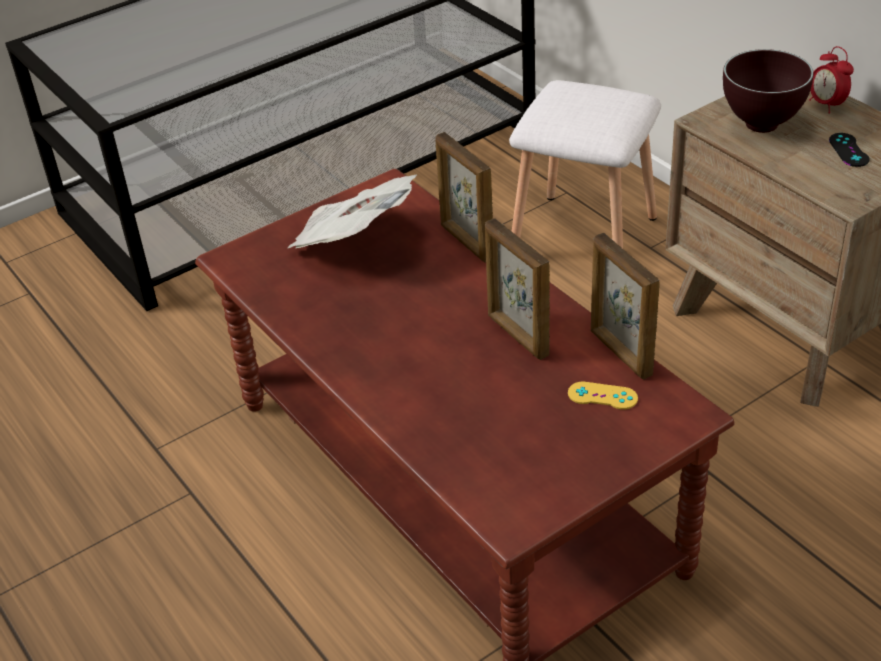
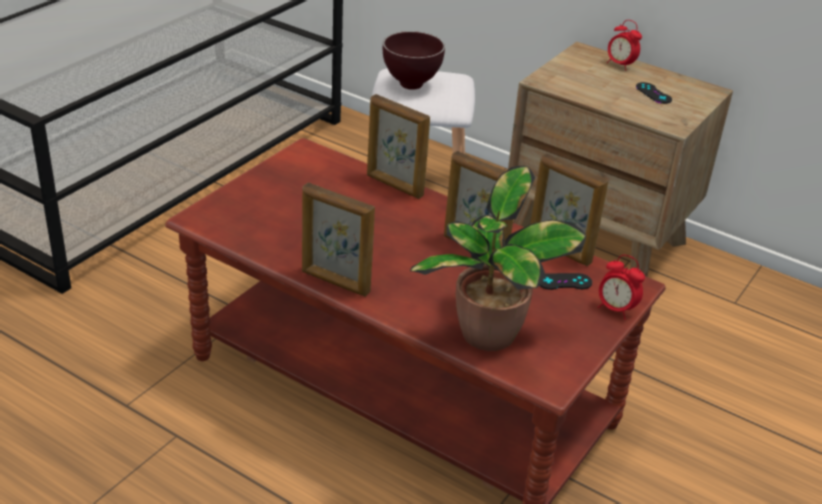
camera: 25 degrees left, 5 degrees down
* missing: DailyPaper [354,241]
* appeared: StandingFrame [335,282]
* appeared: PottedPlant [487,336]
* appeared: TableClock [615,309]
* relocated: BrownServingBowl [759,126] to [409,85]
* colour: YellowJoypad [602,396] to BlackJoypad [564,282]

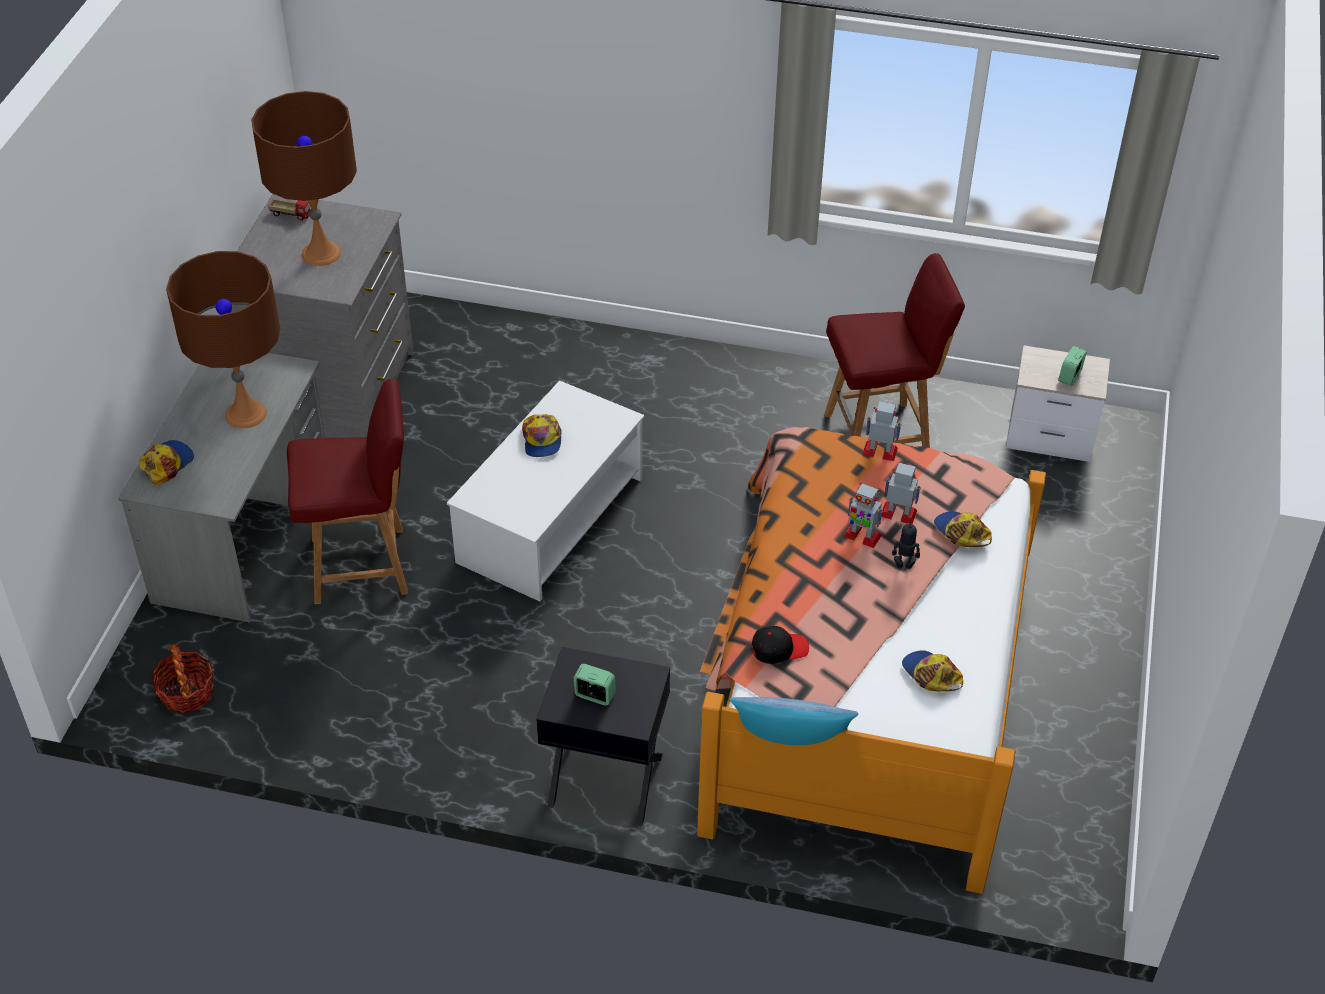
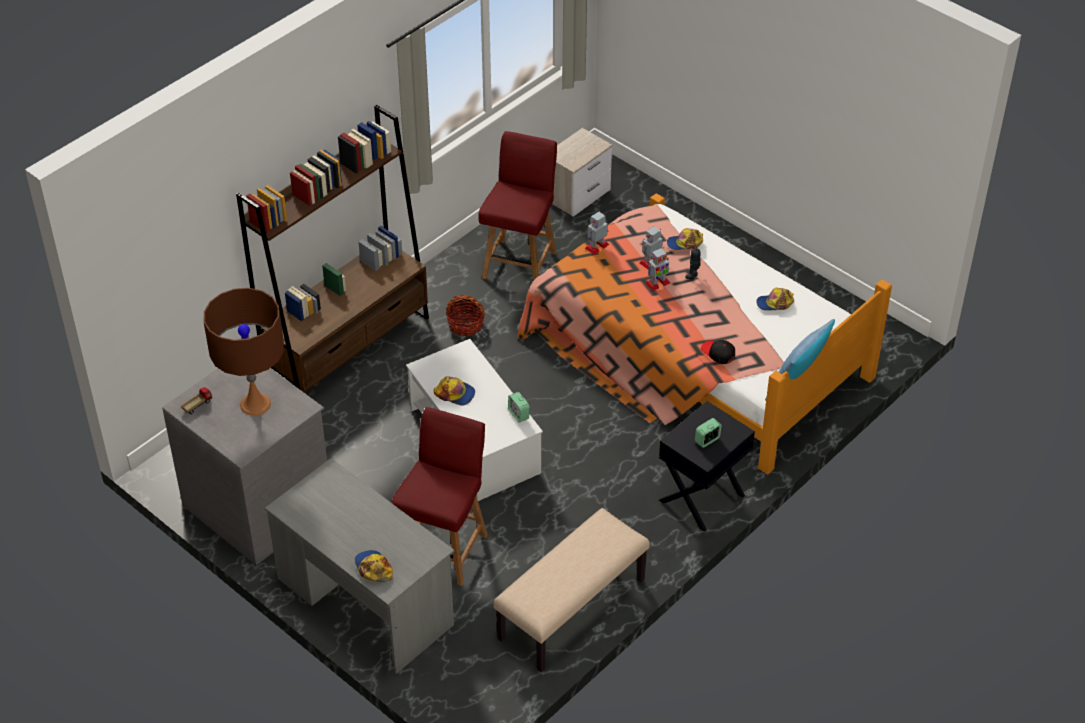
camera: 60 degrees left, 0 degrees up
* missing: BrownLampForATable [245,414]
* appeared: BrownBookshelf [348,349]
* appeared: SandColouredIndoorBench [572,610]
* relocated: HouseholdBasket [187,692] to [465,325]
* relocated: TableClock [1070,376] to [518,414]
* spun: BlackCap [779,649] = [718,353] 60 degrees counterclockwise

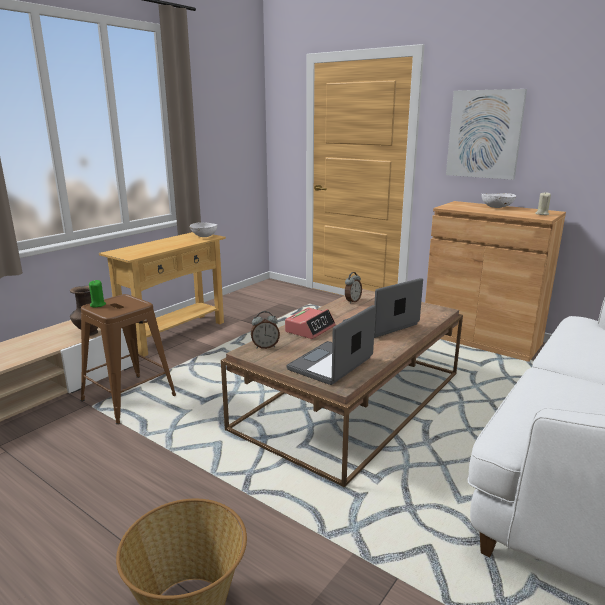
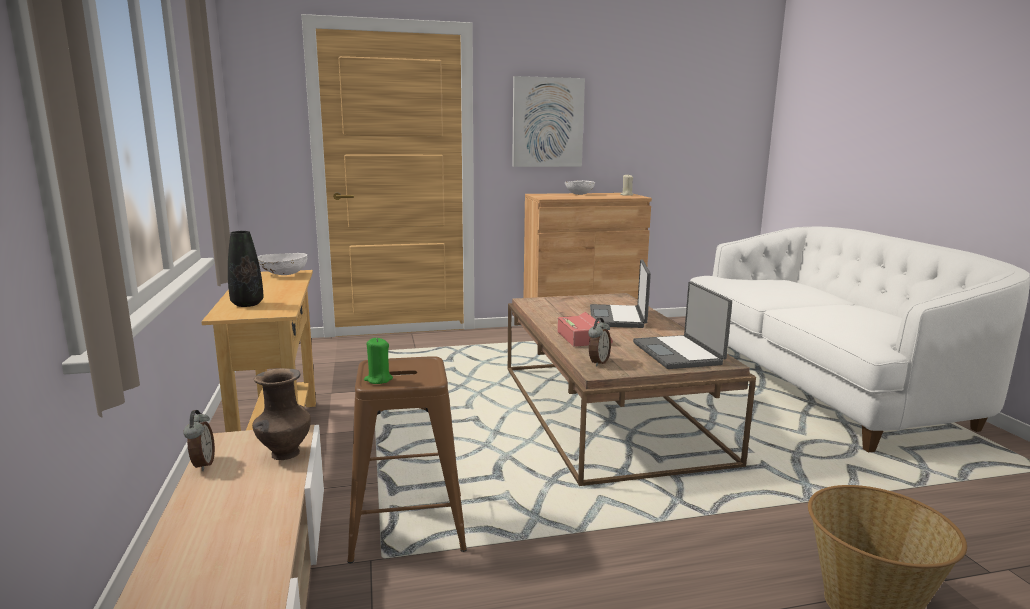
camera: 50 degrees left, 5 degrees down
* appeared: BlackDecorativeVase [247,304]
* relocated: TableClock [352,301] to [202,464]

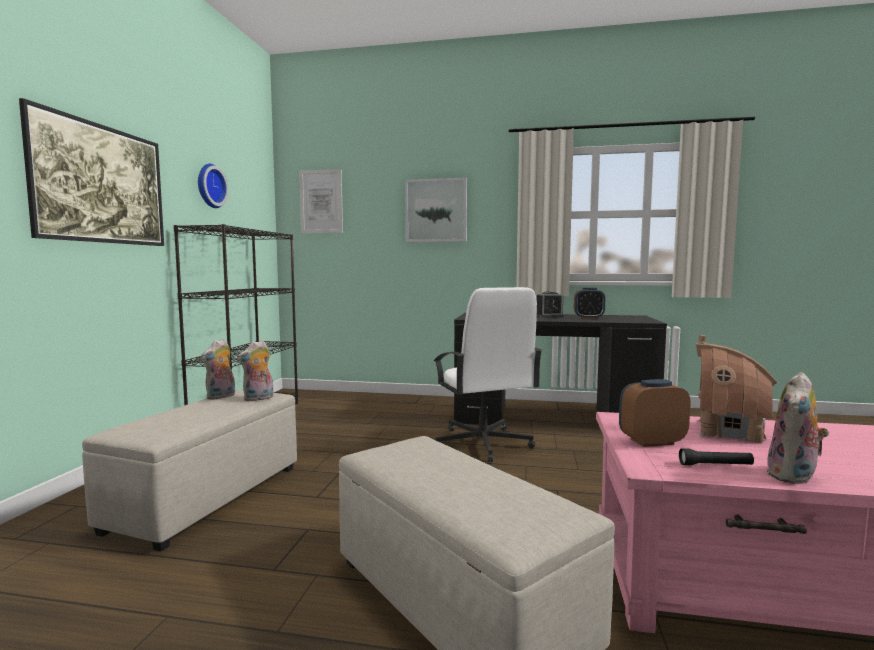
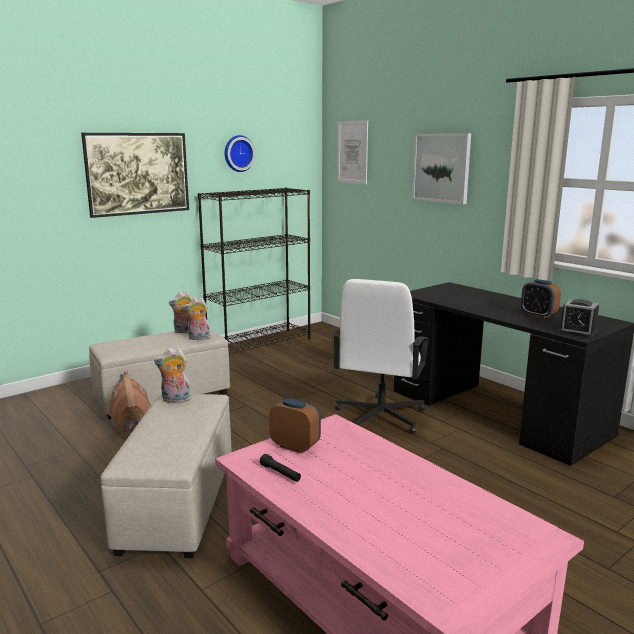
camera: 40 degrees right, 10 degrees up
* relocated: TableClock [549,316] to [577,332]
* relocated: ModelHouse [729,431] to [132,427]
* relocated: CuddlyToy [794,476] to [175,400]

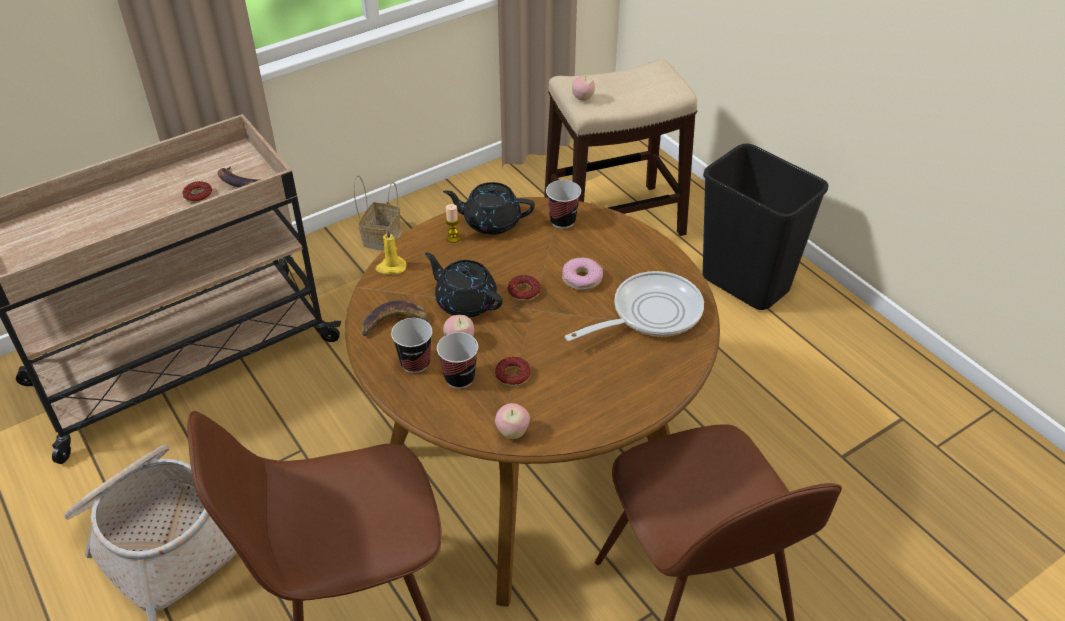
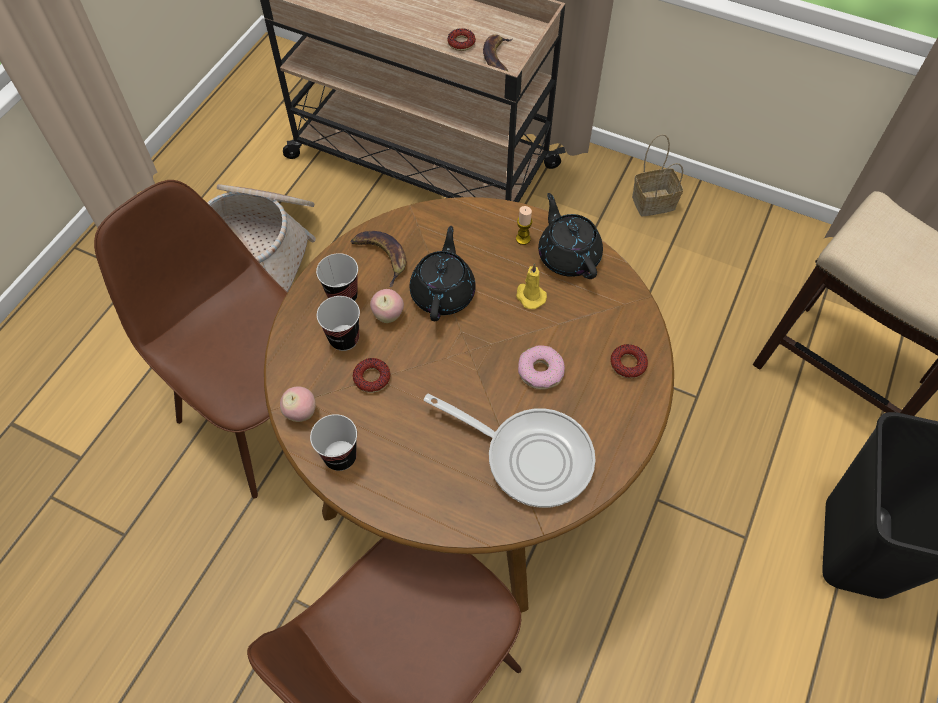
camera: 60 degrees right, 15 degrees up
* missing: WholeApple [582,98]
* relocated: YellowCandle [391,267] to [529,296]
* relocated: RingDoughnut [523,292] to [628,364]
* relocated: DrinkingCup [562,221] to [340,456]

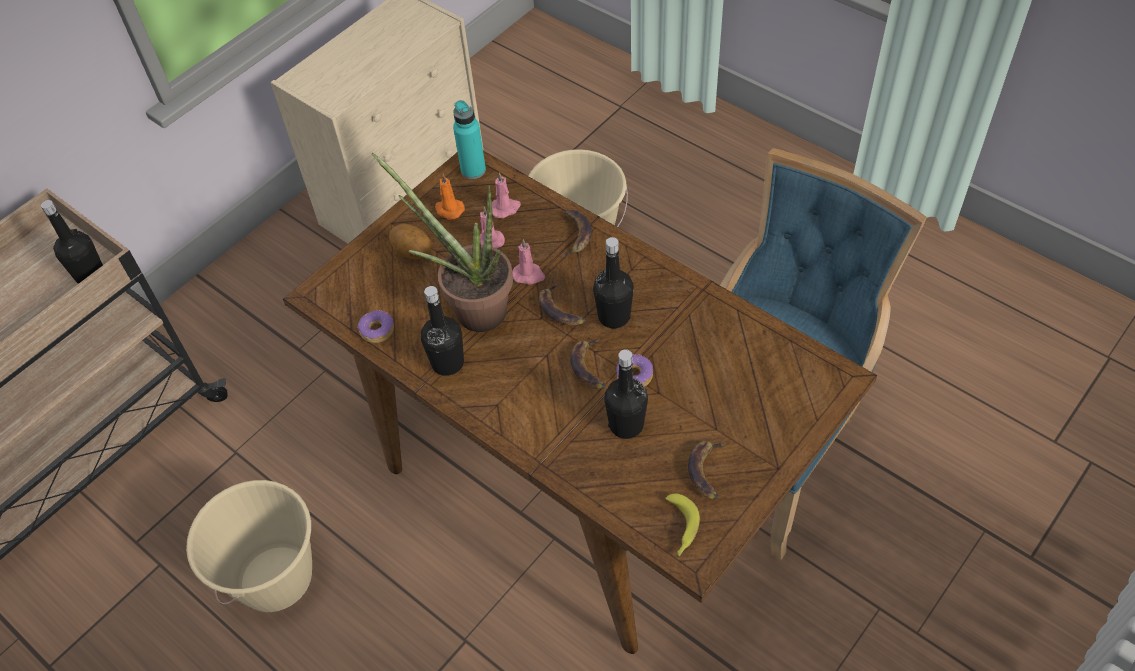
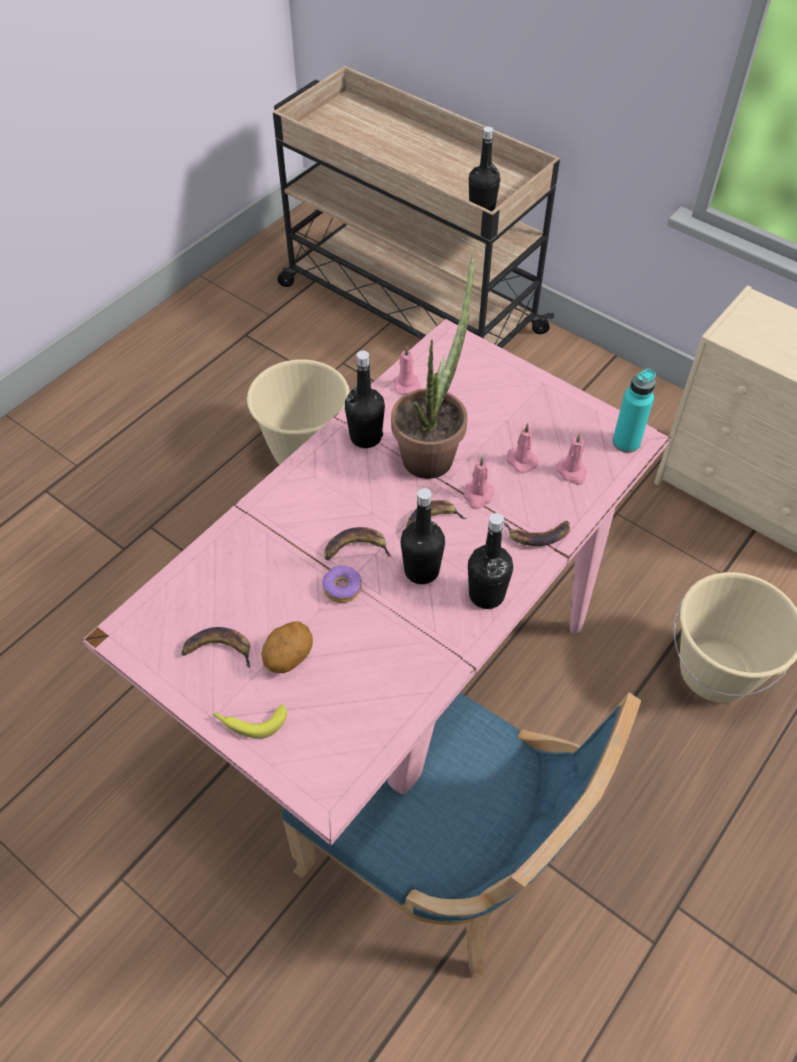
camera: 85 degrees right, 0 degrees up
* missing: OrangeyCandle [449,209]
* relocated: Spud [412,253] to [288,657]
* relocated: BlackDrinkBottle [626,425] to [486,595]
* relocated: WholeBanana [680,528] to [249,721]
* exchanged: RingDoughnut [377,330] to PinkCandle [406,384]
* colour: BrownDiningTable [579,476] to PinkDiningTable [398,676]

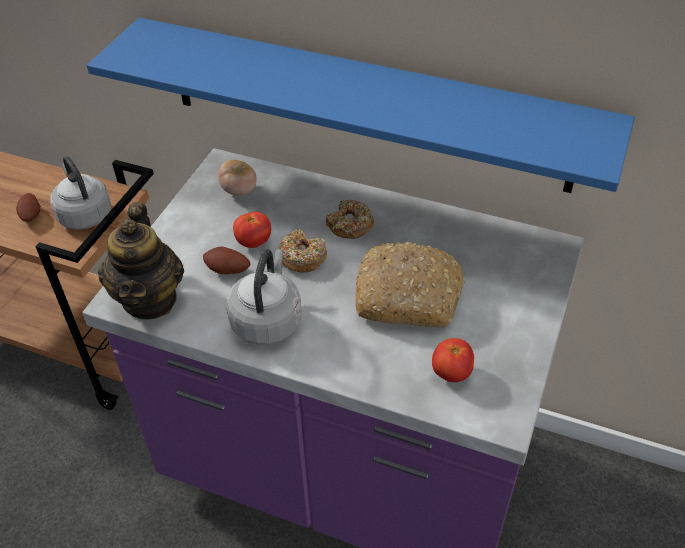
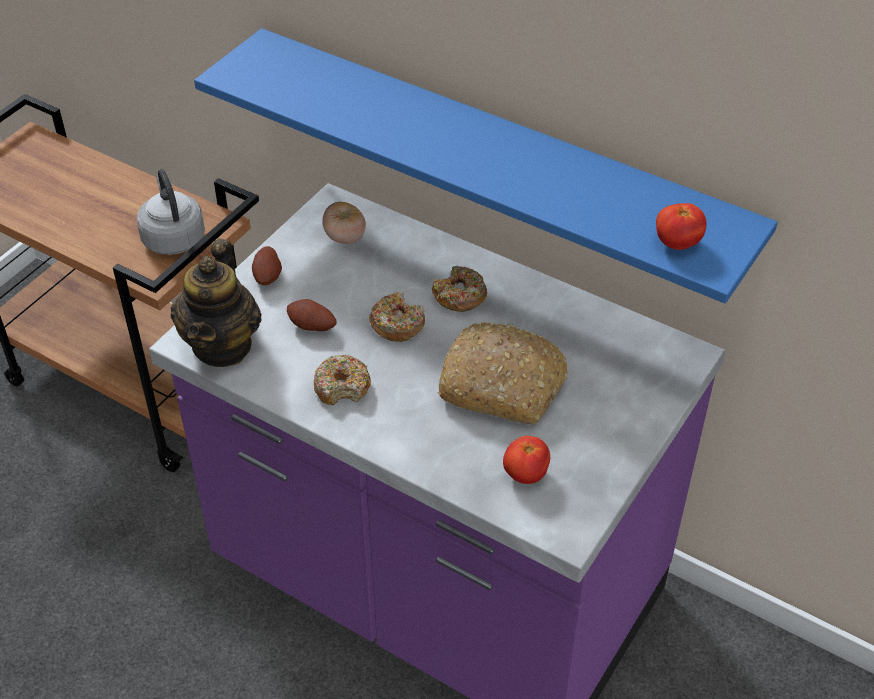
camera: 10 degrees right, 0 degrees up
* relocated: Spud [32,215] to [268,276]
* relocated: FreshTomato [253,242] to [677,243]
* exchanged: GreyishTeaKettle [267,320] to RingDoughnut [342,387]

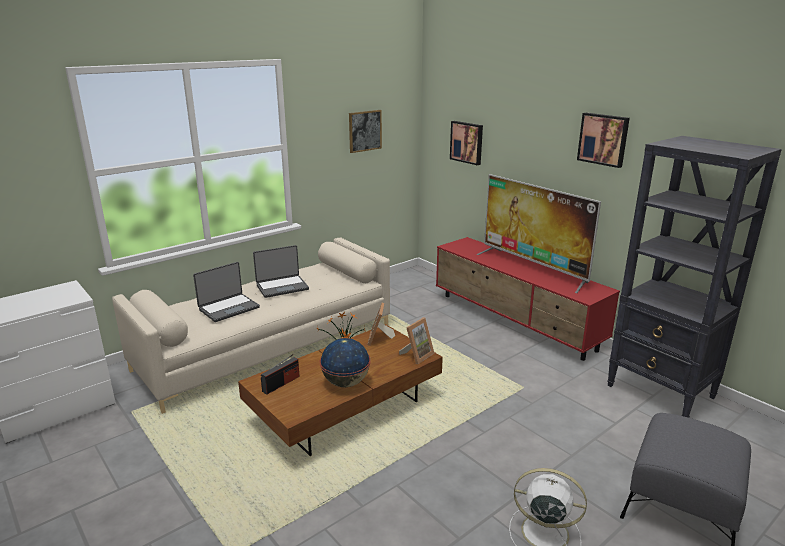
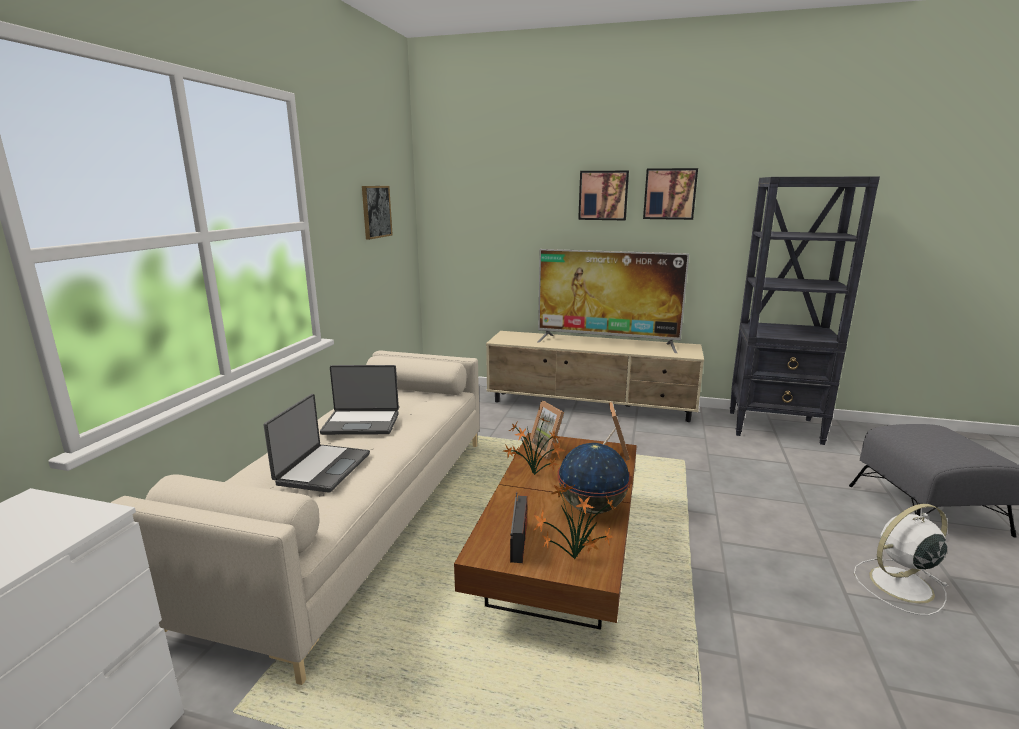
camera: 35 degrees left, 5 degrees down
* appeared: PottedPlant [572,559]
* relocated: WallPicture [467,142] to [603,195]
* colour: RedTvStand [515,322] to SandColouredTvStand [591,407]
* spun: NotebookComputer [282,287] = [361,423] 60 degrees clockwise

